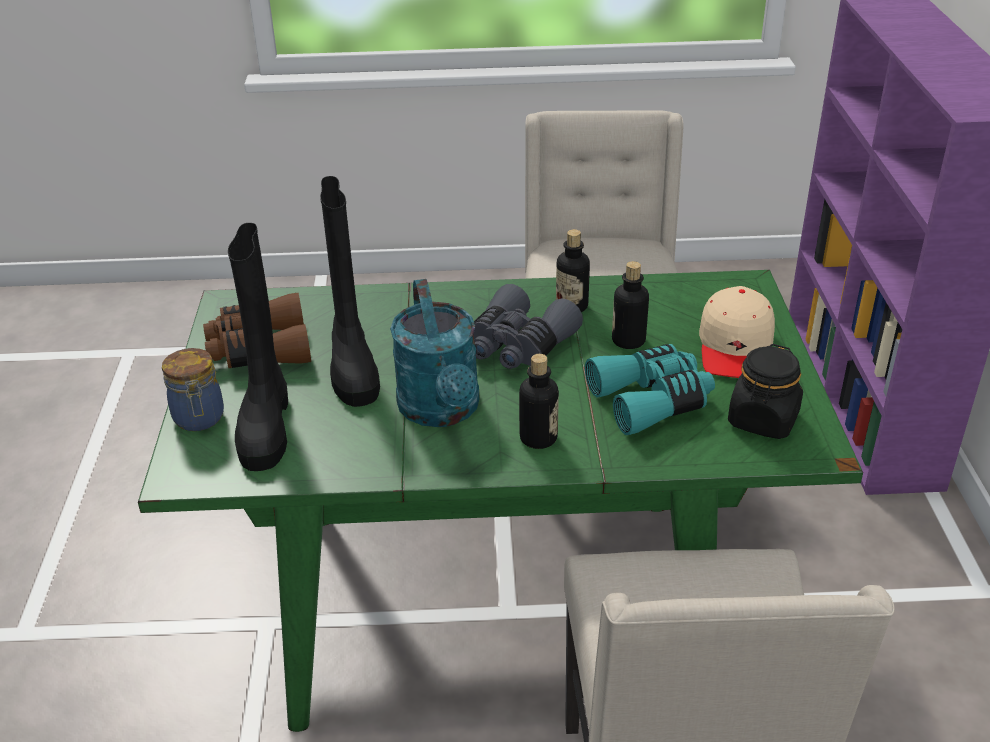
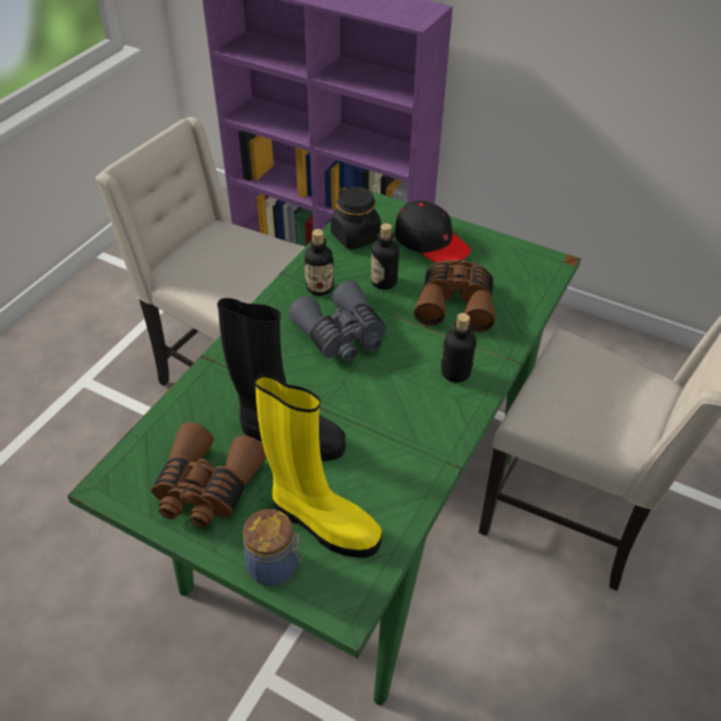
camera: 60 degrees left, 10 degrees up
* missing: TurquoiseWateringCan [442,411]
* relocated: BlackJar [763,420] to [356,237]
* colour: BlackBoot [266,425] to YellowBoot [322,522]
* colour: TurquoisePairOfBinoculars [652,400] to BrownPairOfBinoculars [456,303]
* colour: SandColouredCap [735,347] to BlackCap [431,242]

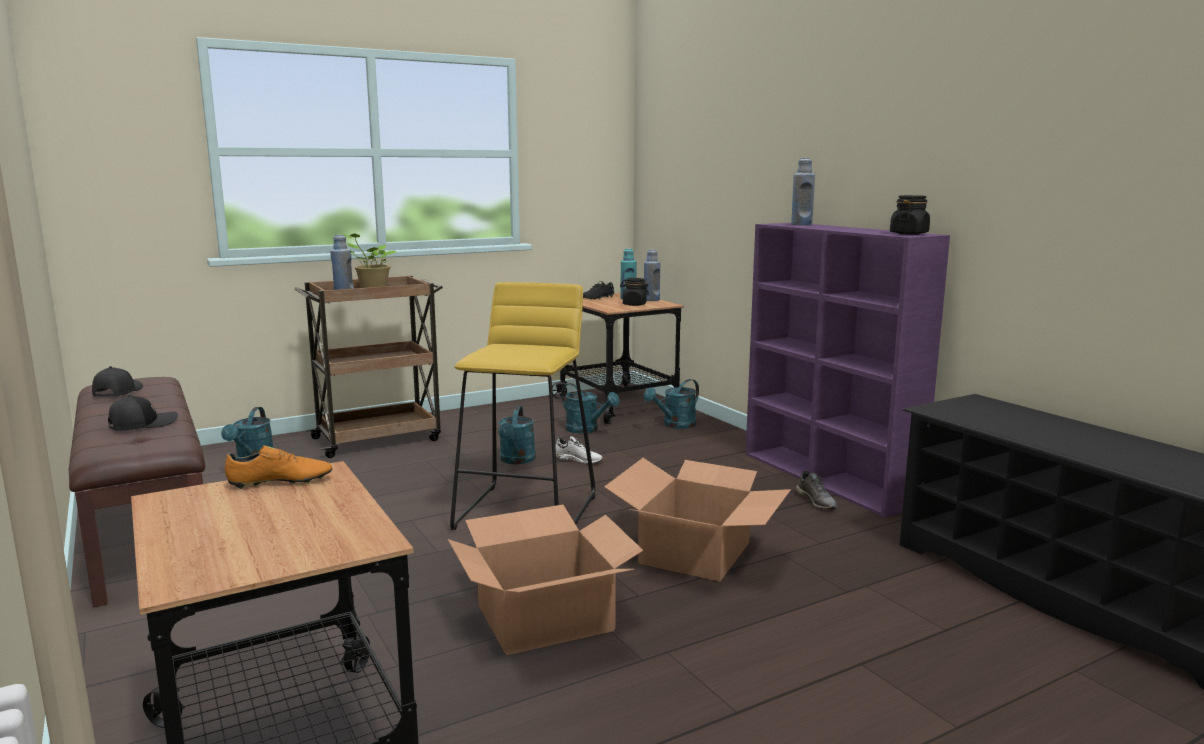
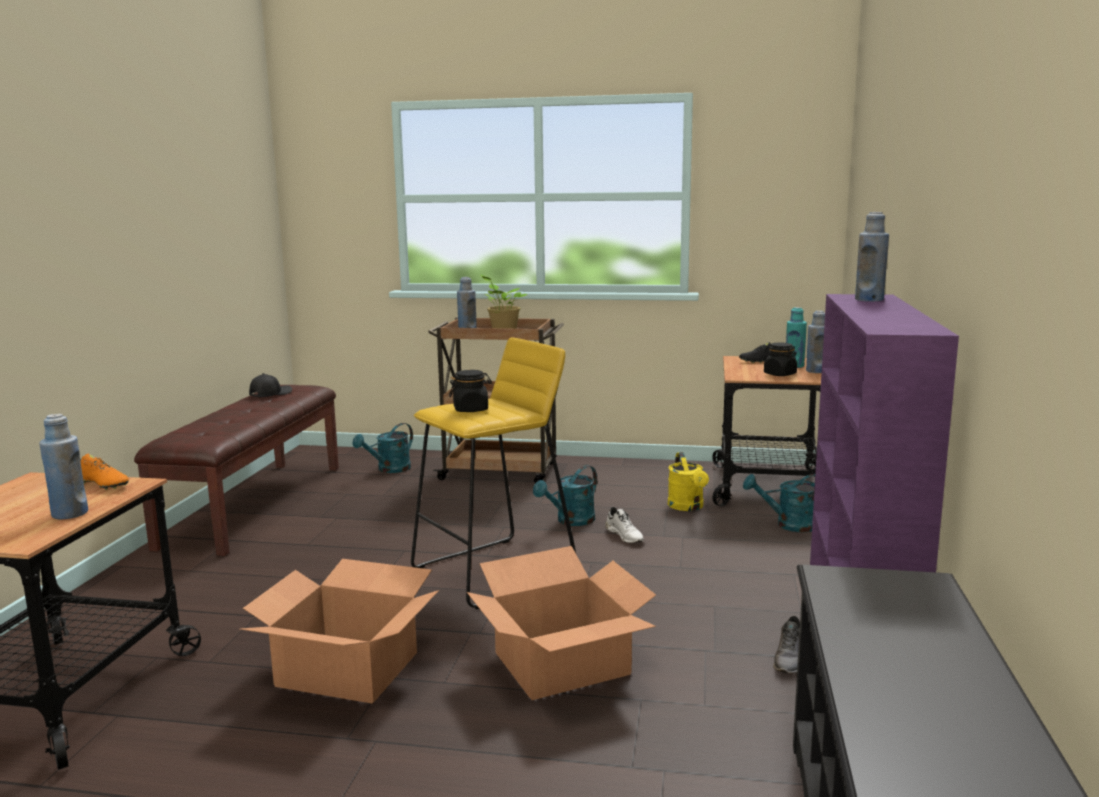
camera: 40 degrees right, 0 degrees up
* missing: BlackCap [142,424]
* appeared: BlueColouredDrinkBottle [69,514]
* relocated: BlackJar [909,234] to [471,409]
* colour: TurquoiseWateringCan [587,430] to YellowWateringCan [688,507]

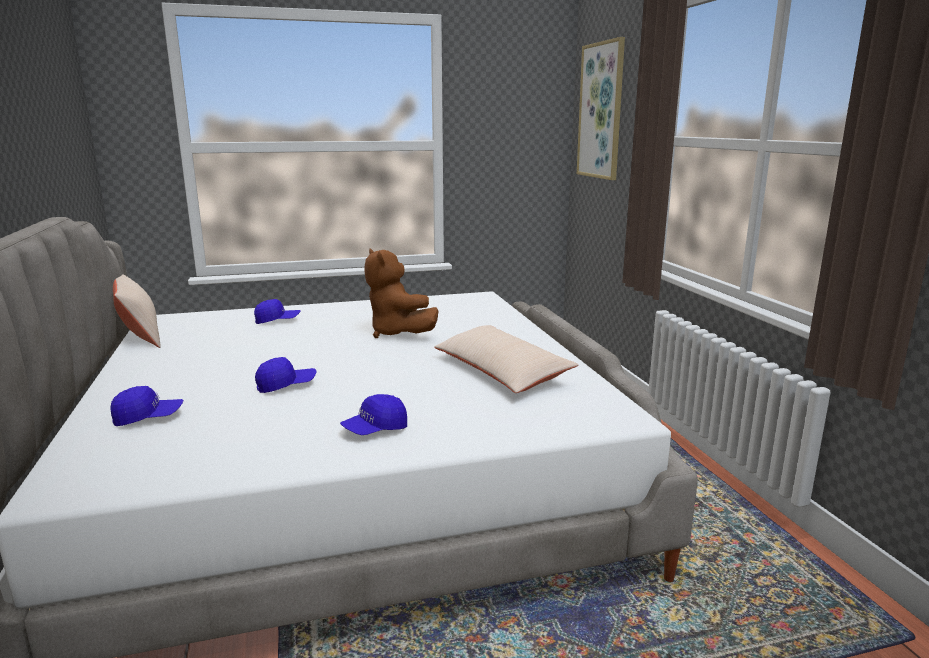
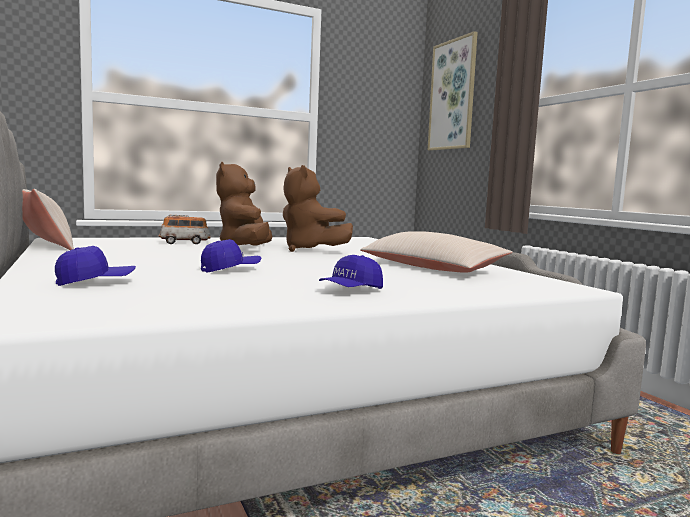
camera: 10 degrees left, 10 degrees down
* appeared: BrownCuddlyToy [245,249]
* exchanged: BlueColouredCap [277,321] to MiniatureCar [185,243]

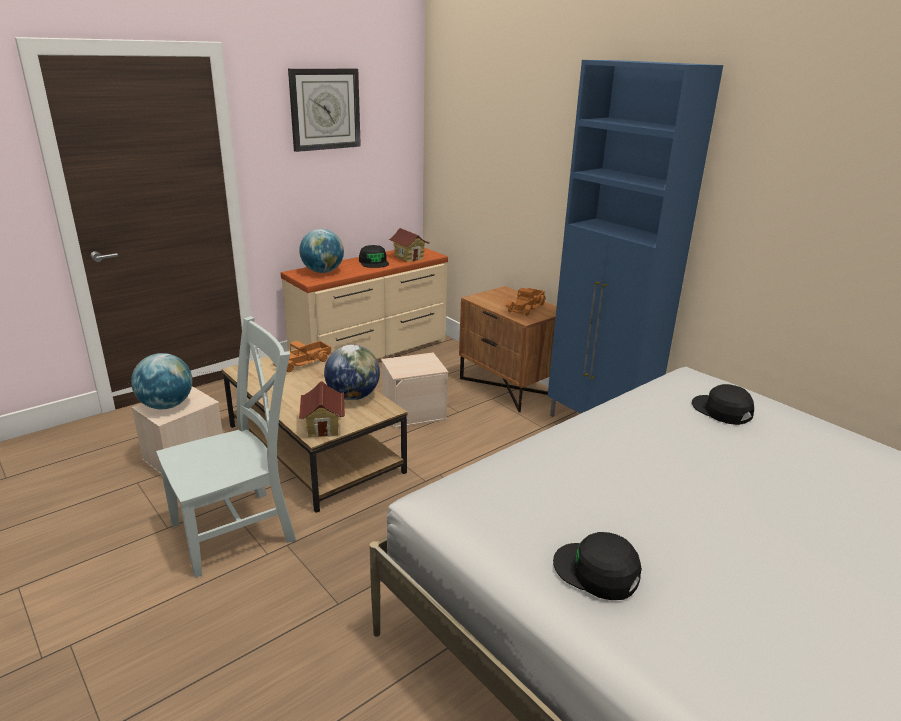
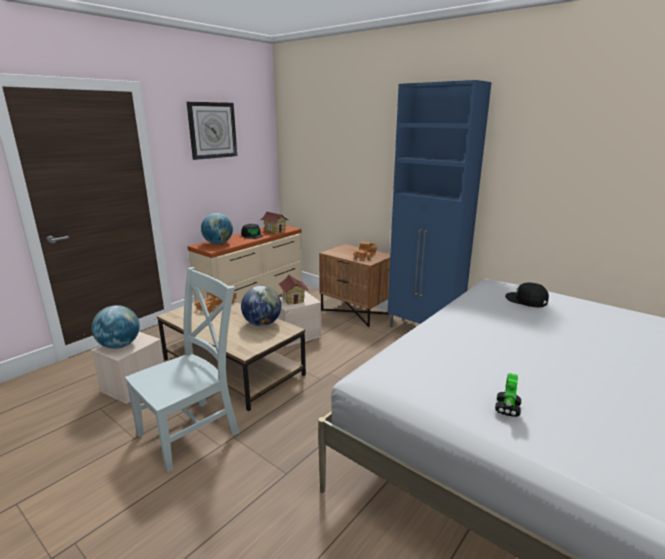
camera: 10 degrees left, 5 degrees down
* relocated: ModelHouse [324,427] to [293,300]
* exchanged: BlackCap [597,572] to RobotFigure [507,408]

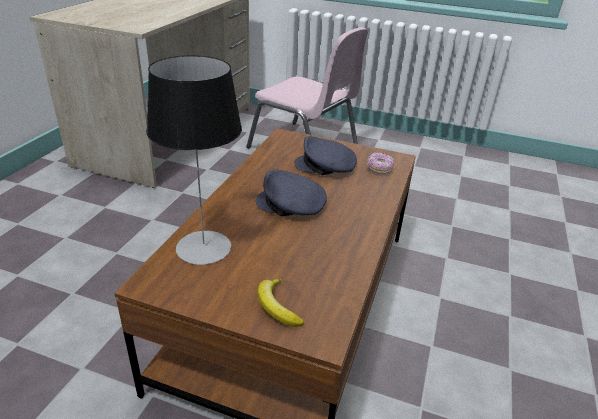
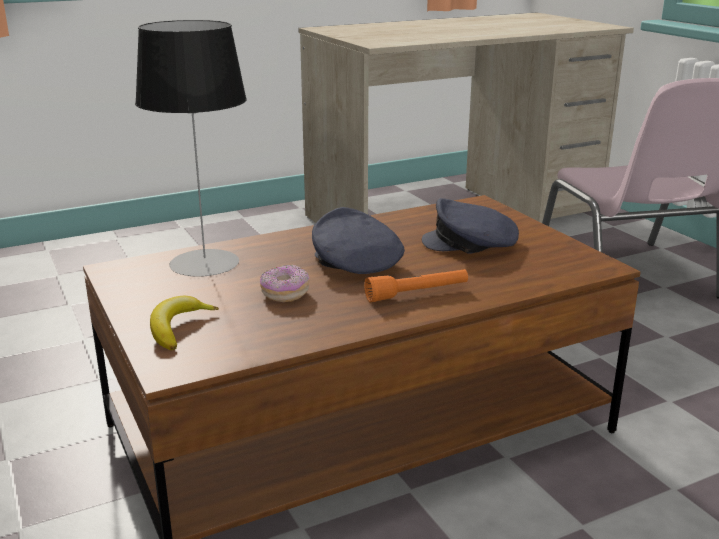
camera: 45 degrees right, 10 degrees down
* appeared: OrangeyTorch [417,294]
* relocated: RingDoughnut [379,169] to [285,294]
* spun: GreyishCap [326,167] = [471,244] 45 degrees counterclockwise

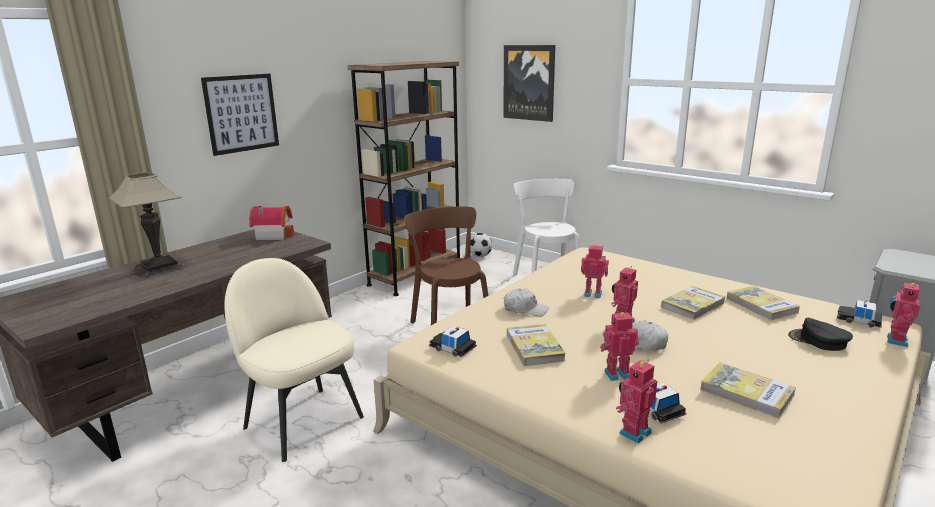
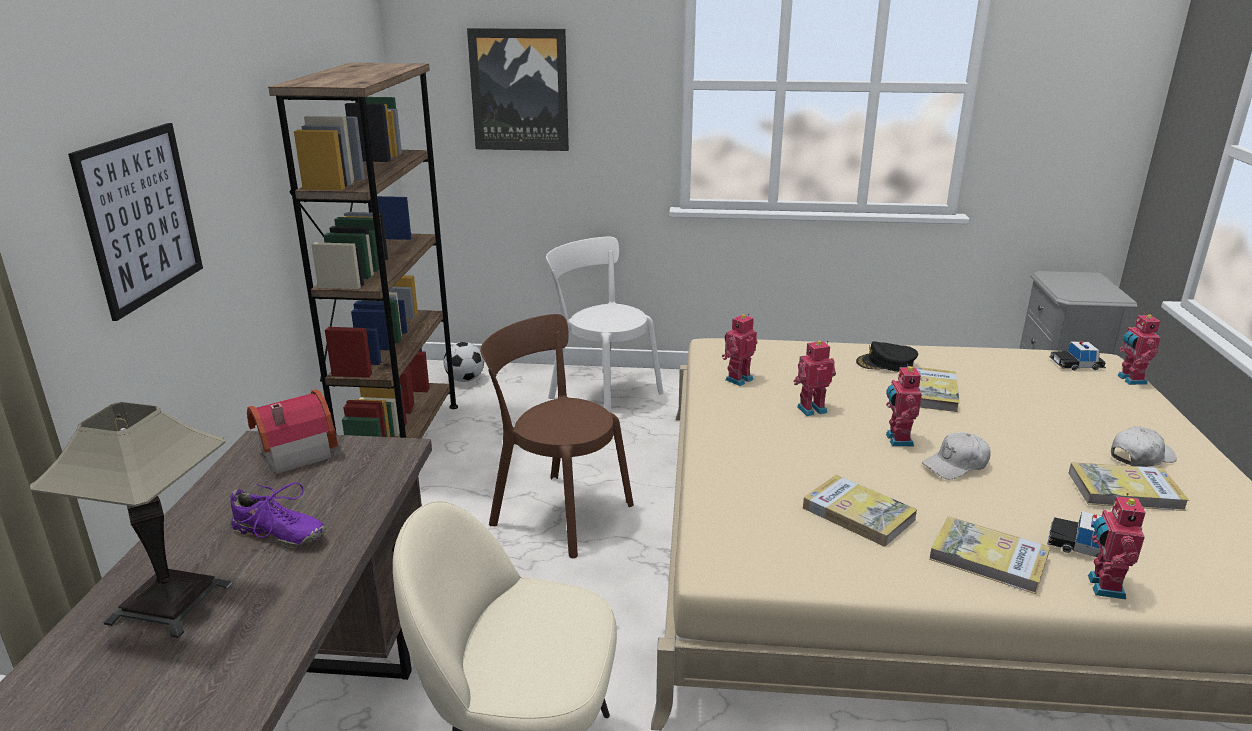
camera: 35 degrees left, 5 degrees up
* missing: MiniatureCar [452,348]
* appeared: PurpleLowShoe [279,534]
* relocated: WhiteCap [525,309] to [1140,457]
* relocated: RobotFigure [616,373] to [737,379]
* relocated: Book [761,305] to [988,558]
* relocated: BlackCap [818,340] to [886,363]

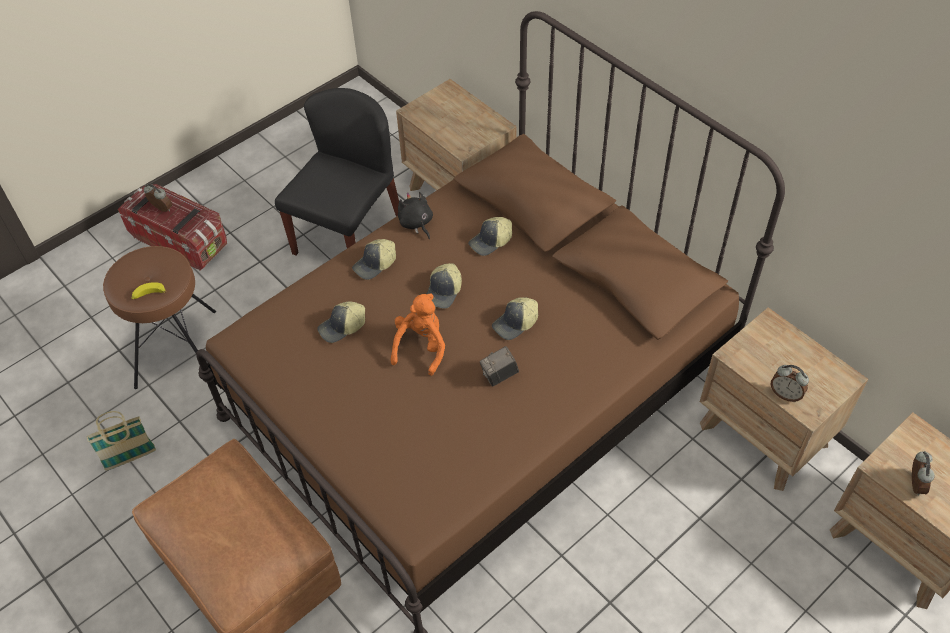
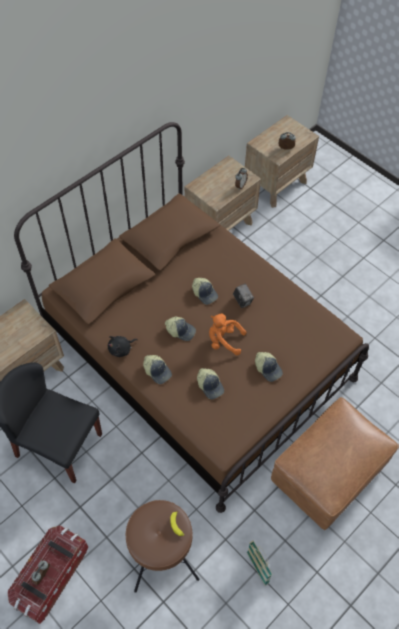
camera: 95 degrees left, 5 degrees up
* relocated: Cap [491,242] to [268,368]

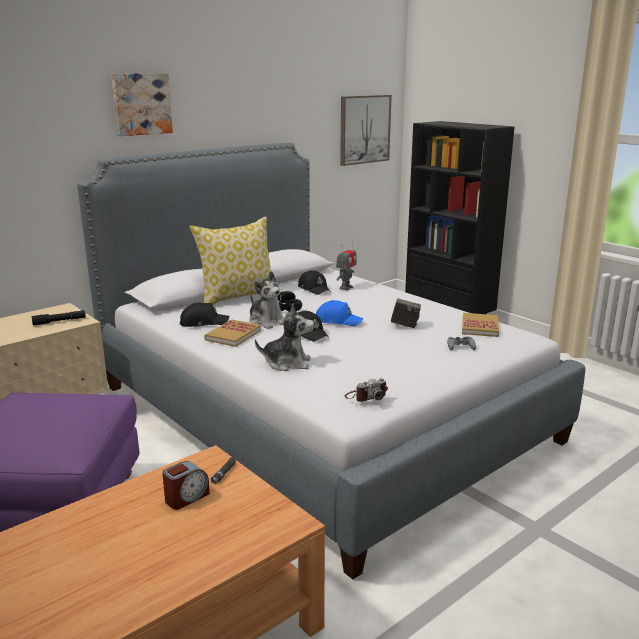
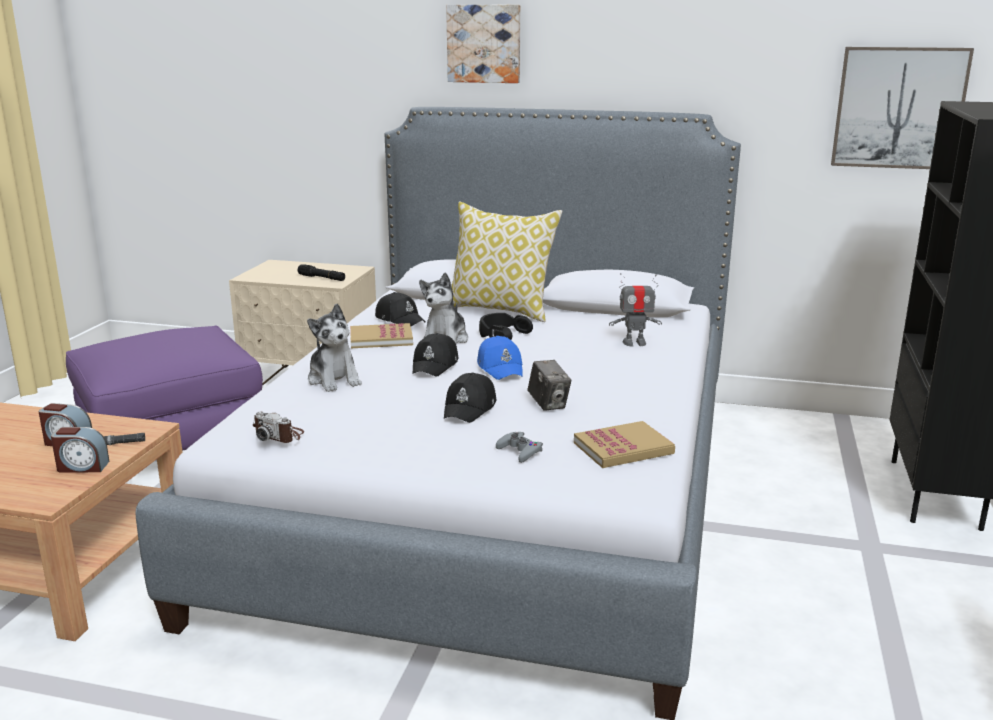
camera: 55 degrees right, 0 degrees up
* appeared: TableClock [82,467]
* relocated: BlackCap [314,289] to [470,408]

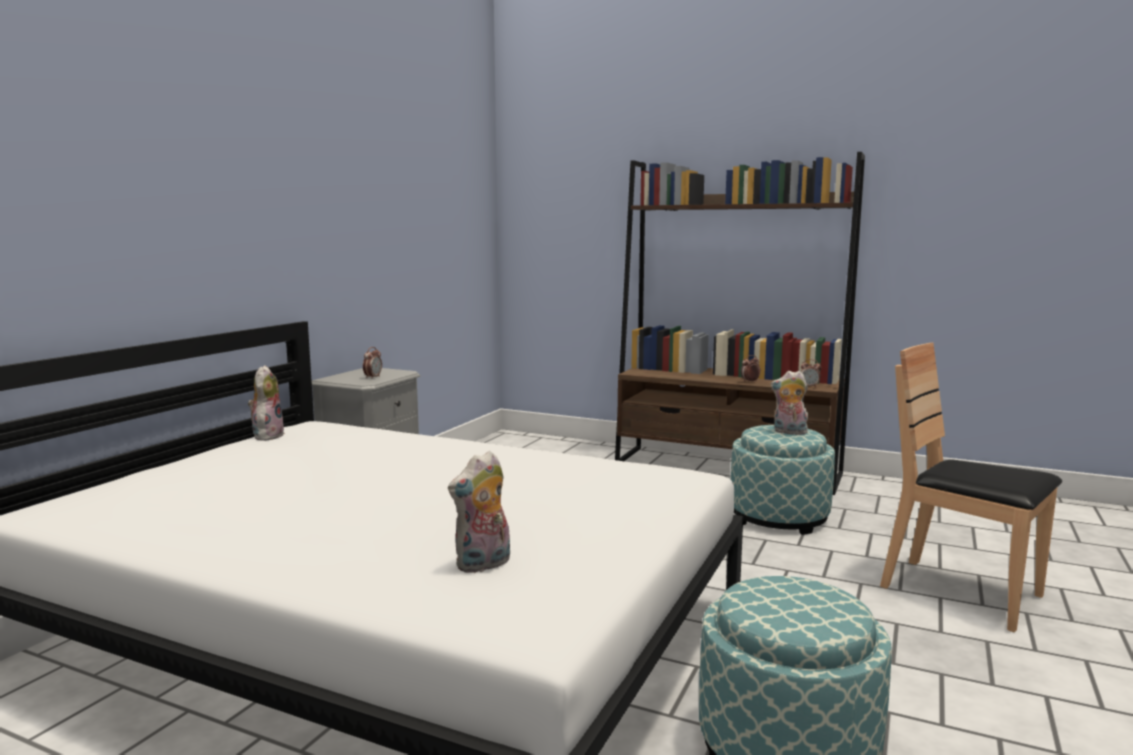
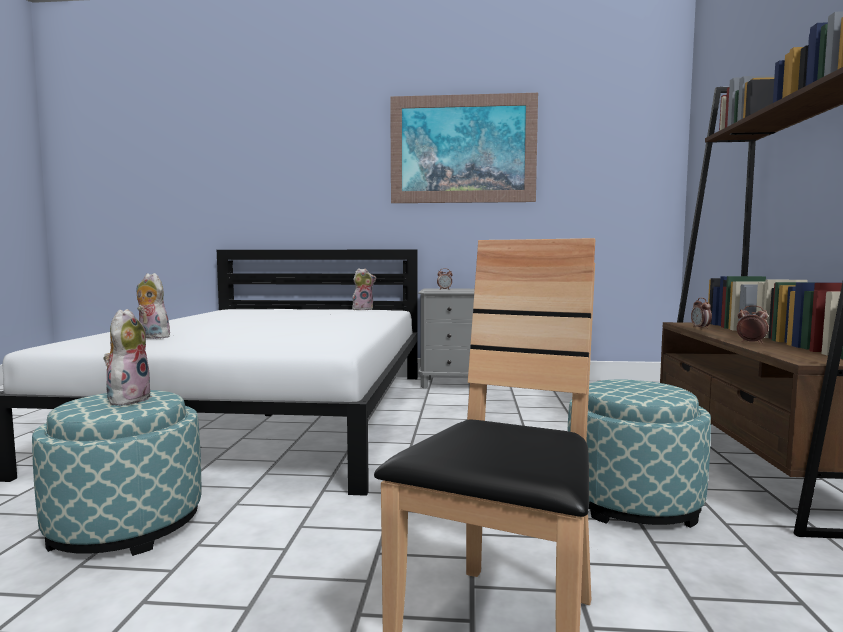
camera: 70 degrees right, 5 degrees down
* appeared: WallPicture [463,149]
* relocated: CuddlyToy [789,432] to [128,399]
* relocated: TableClock [809,387] to [700,328]

